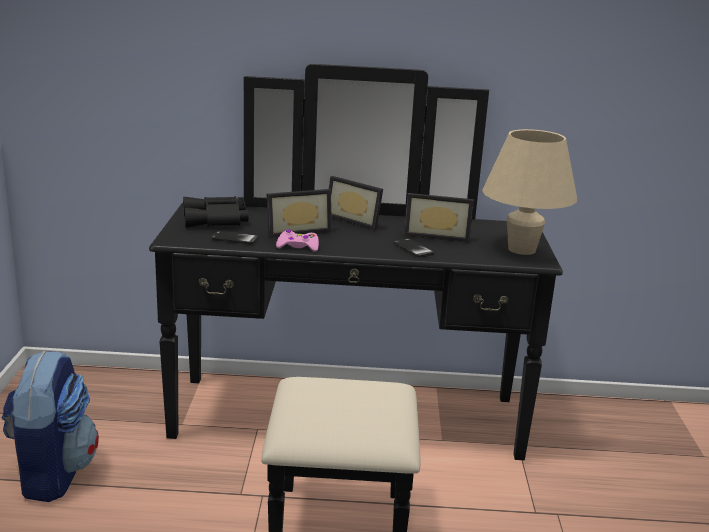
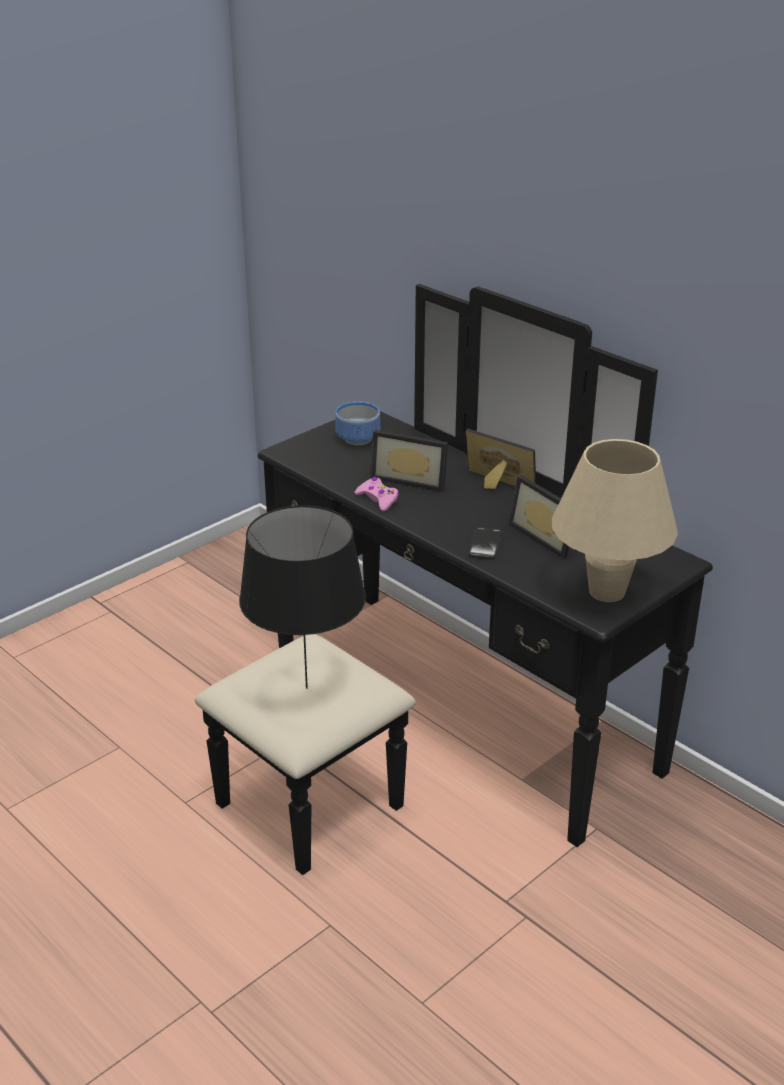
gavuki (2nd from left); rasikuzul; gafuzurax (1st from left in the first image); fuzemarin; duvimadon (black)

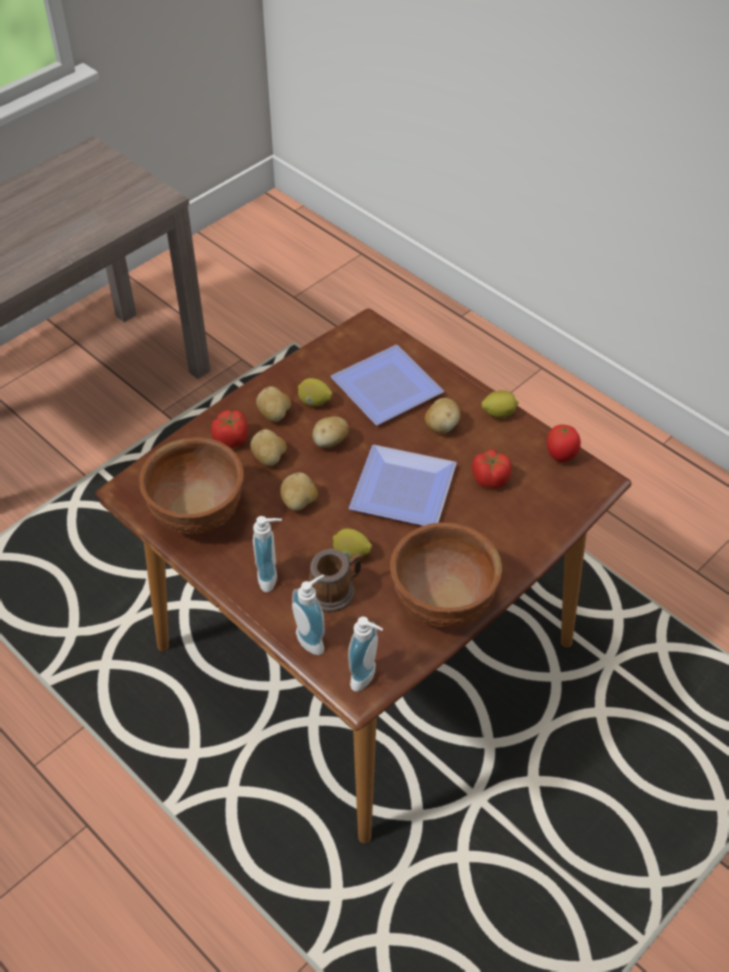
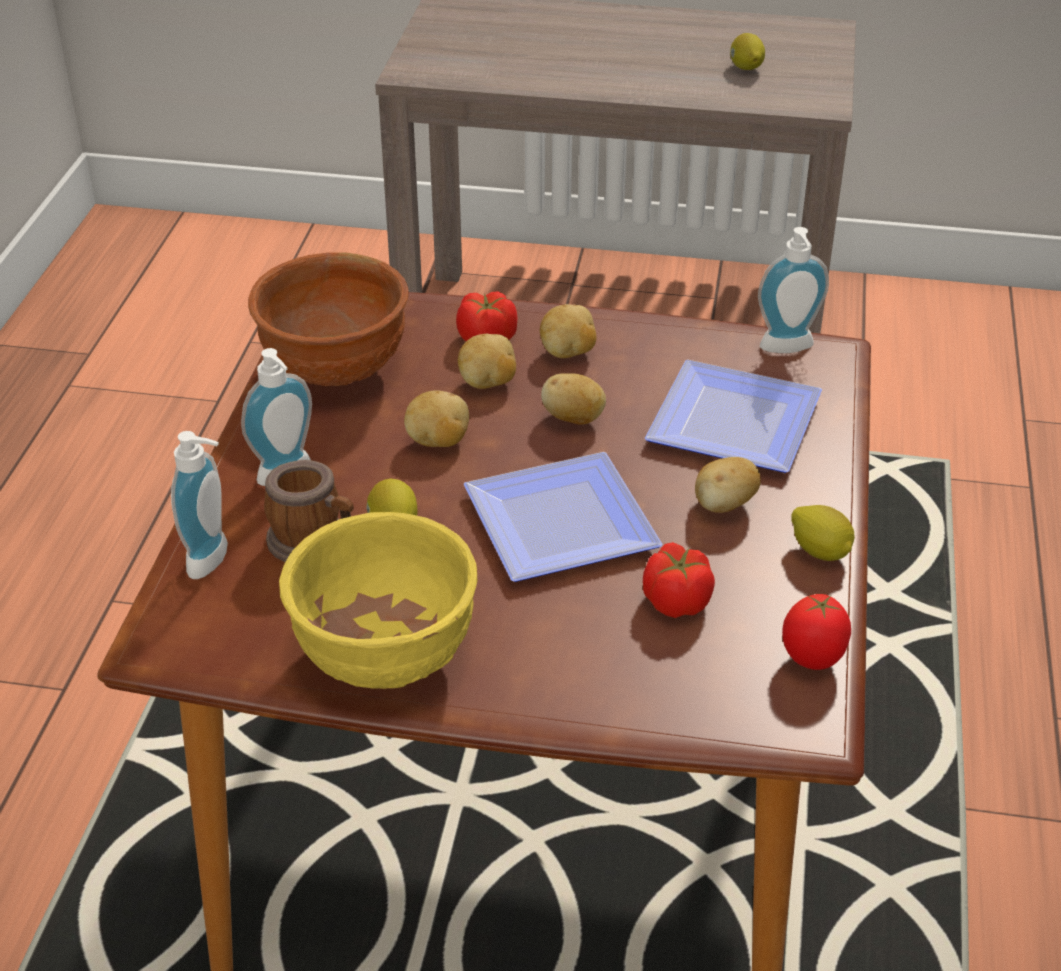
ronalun (2nd from left); rasikuzul (yellow); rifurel (3rd from left)

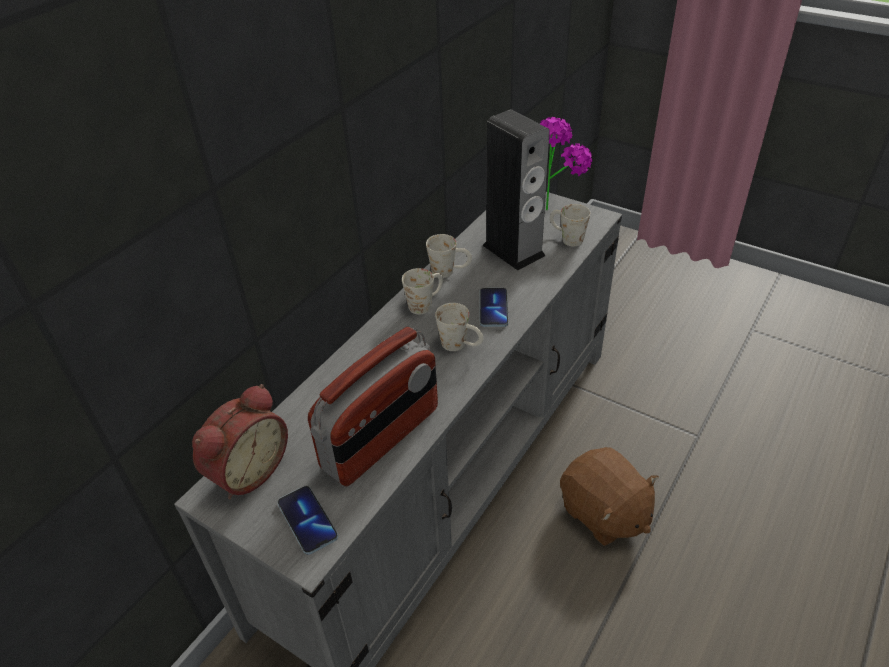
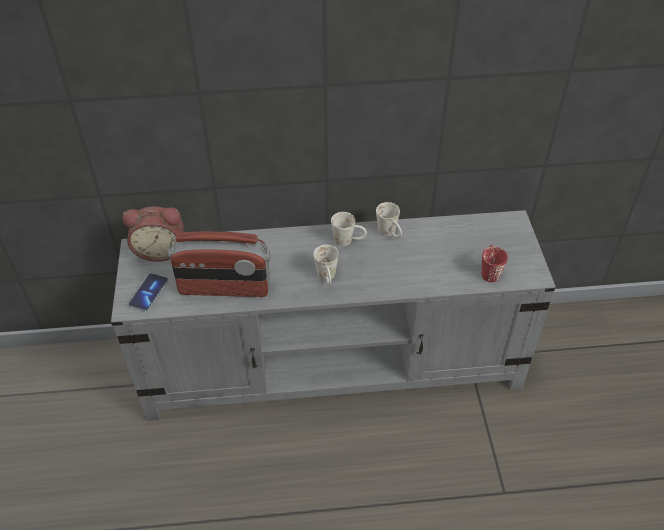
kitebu; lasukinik; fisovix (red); gafuzurax (2nd from left in the first image); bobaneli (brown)

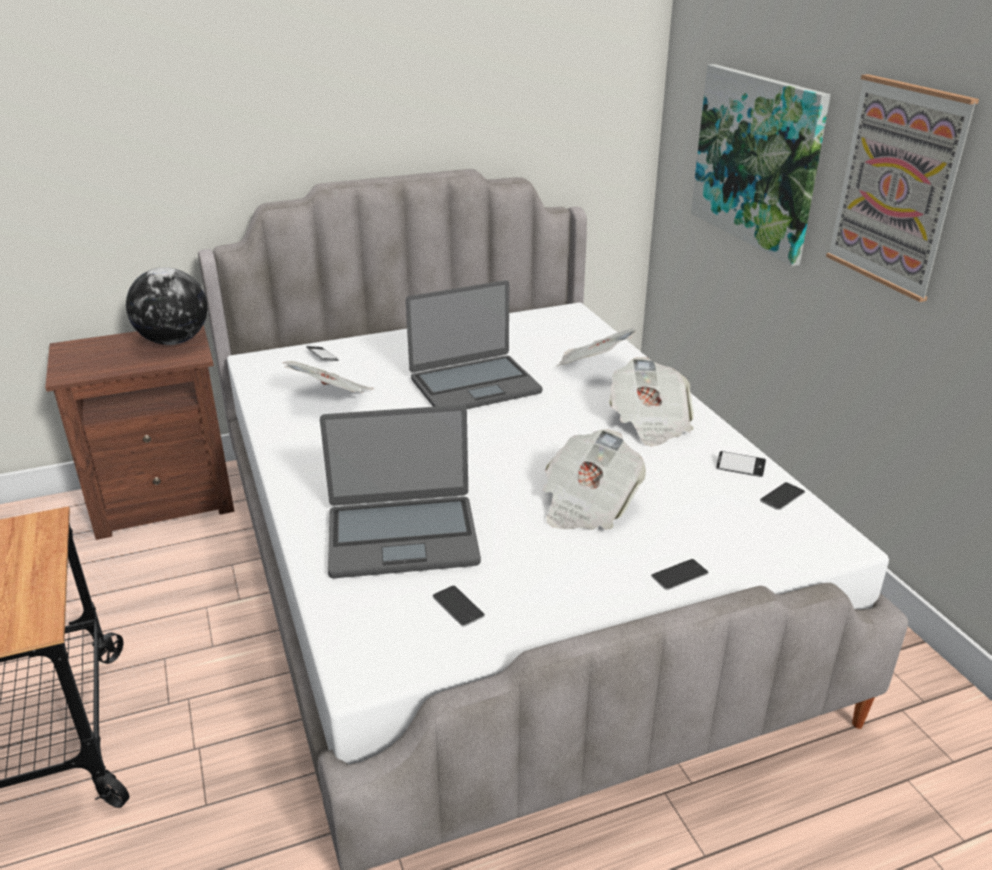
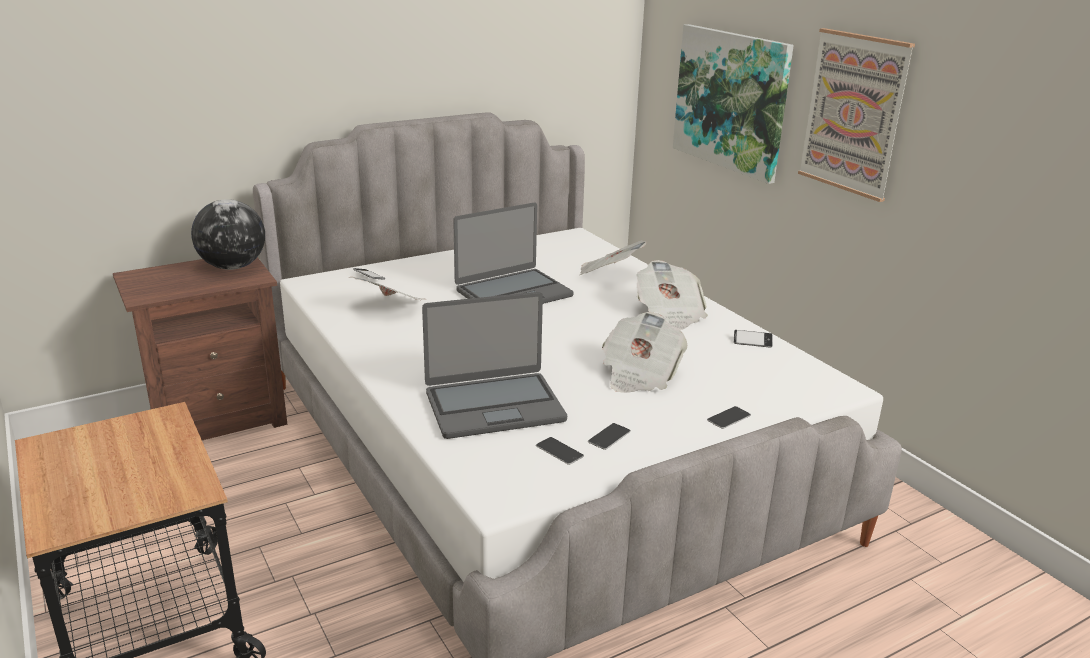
gafuzurax (3rd from left)

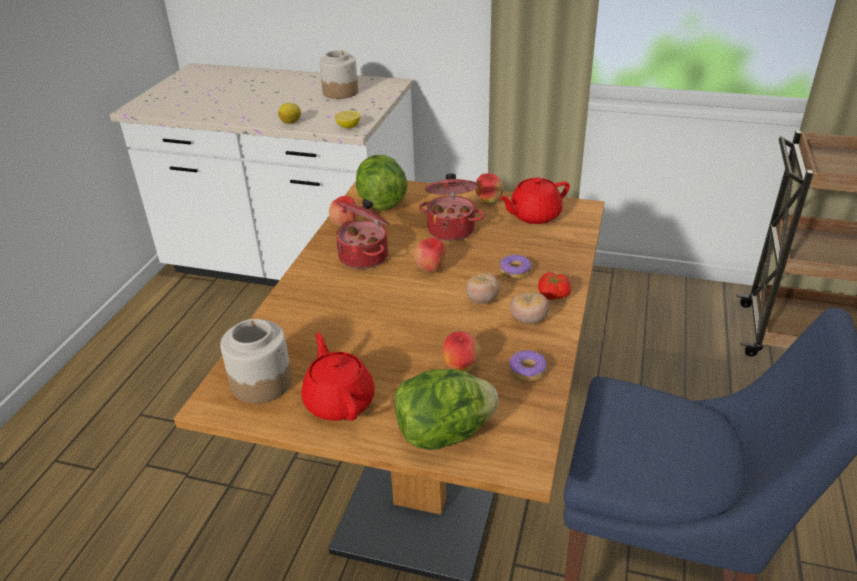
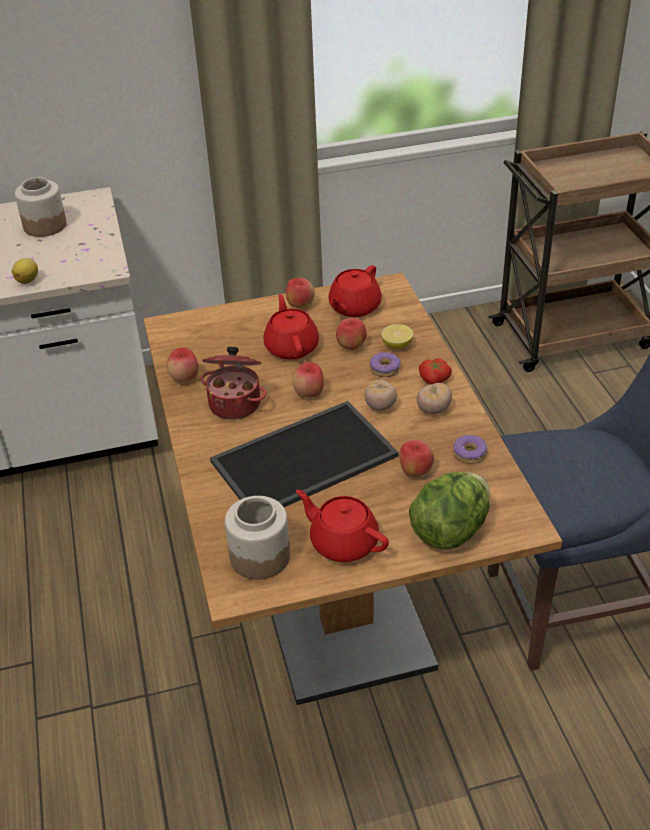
ronalun (2nd from left); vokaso (1st from left in the first image); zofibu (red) (1st from left); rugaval (4th from left); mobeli

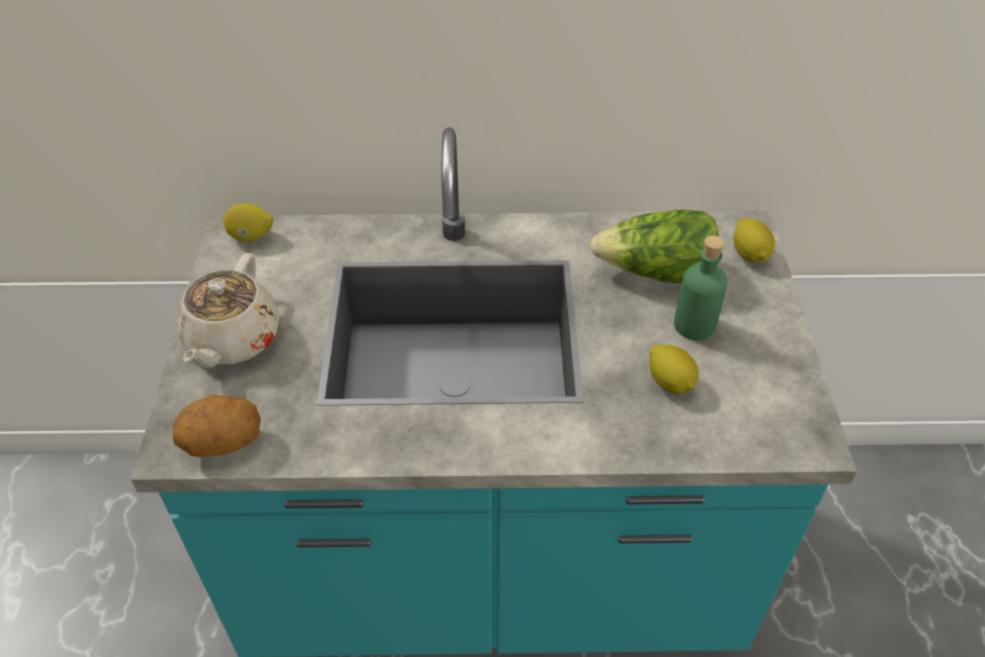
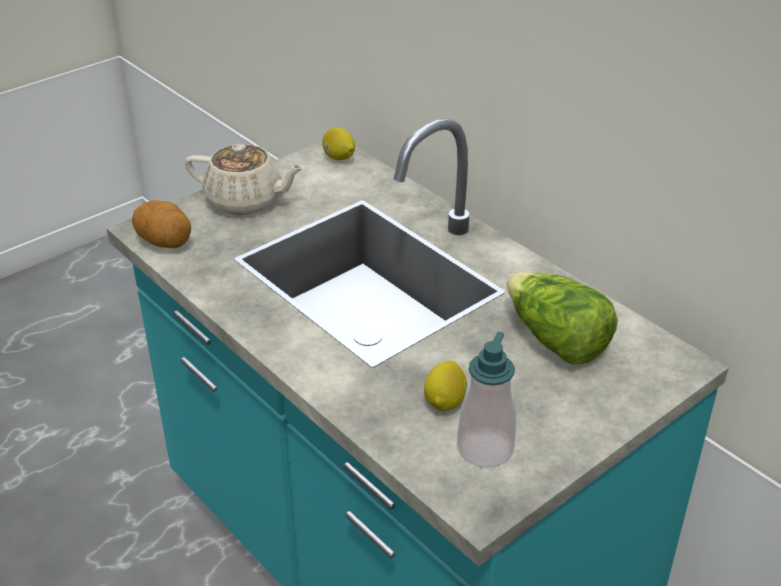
ronalun (3rd from left in the first image); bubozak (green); zofibu (beige); rifurel

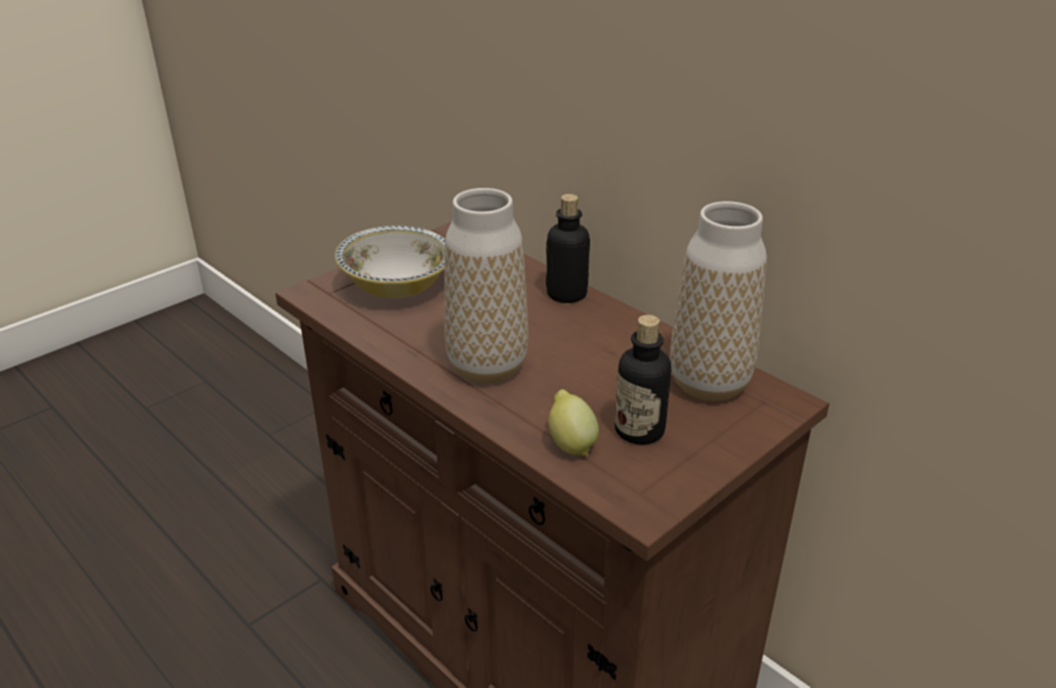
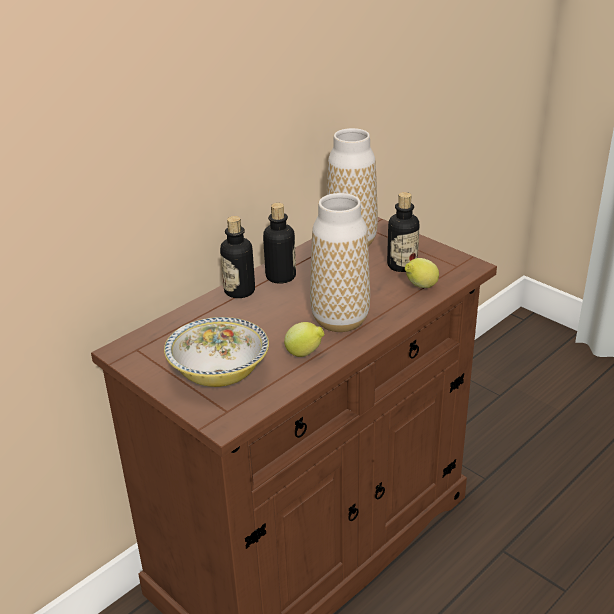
bubozak (2nd from left); ronalun (1st from left)

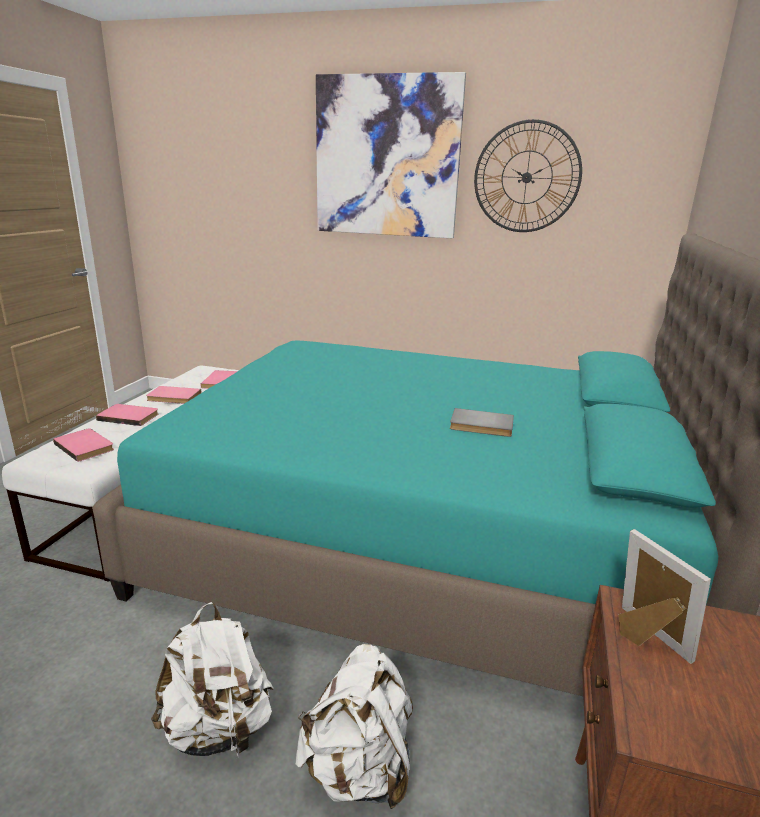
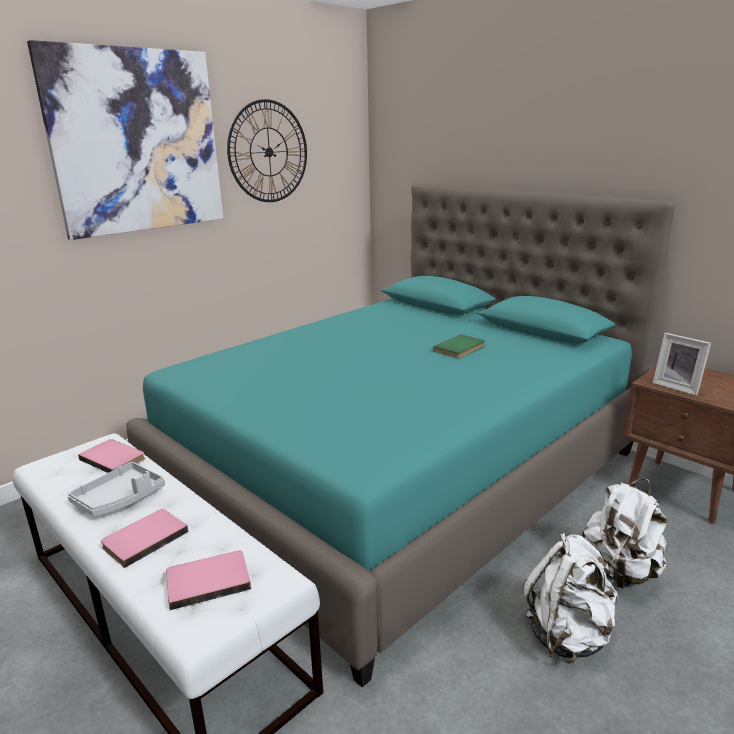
mobeli (grey); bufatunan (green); gavuki

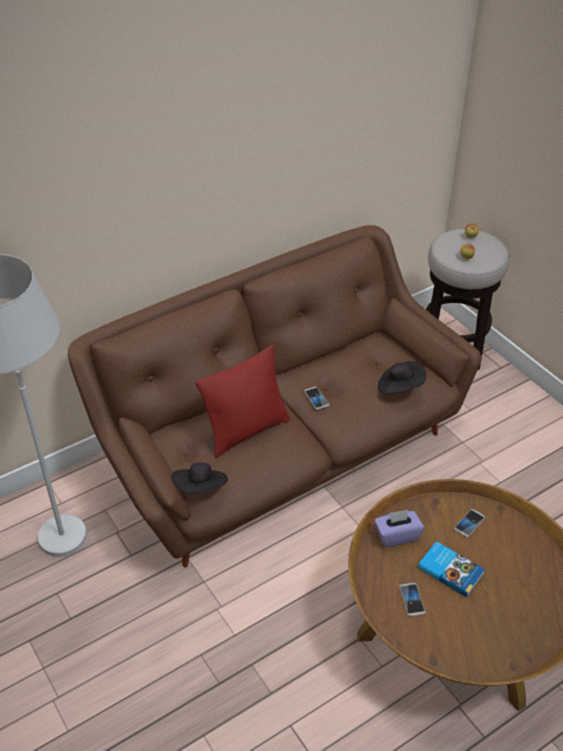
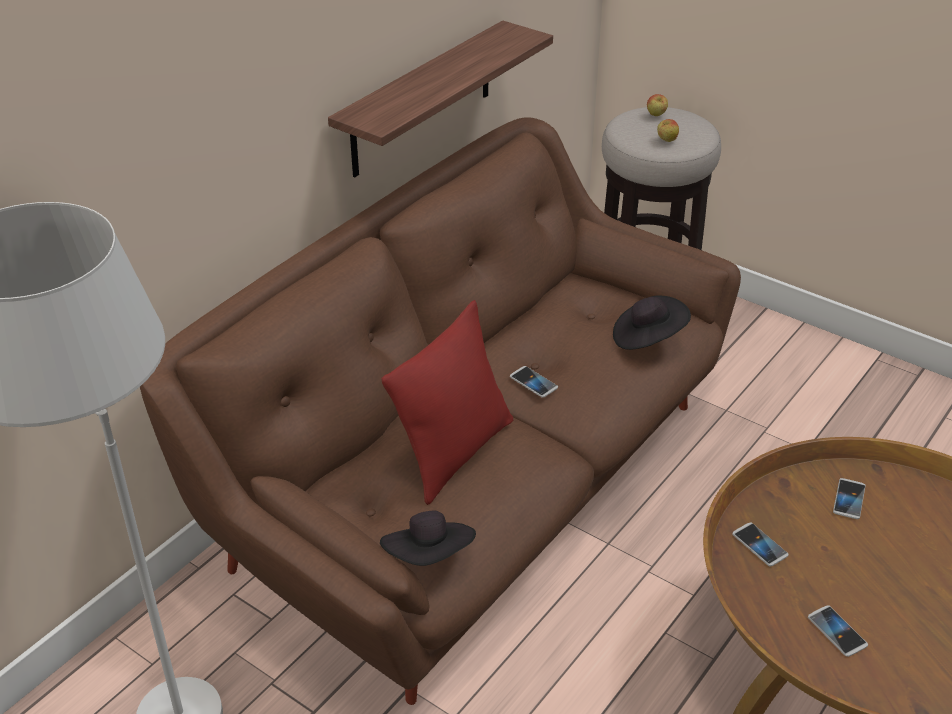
gafuzurax (2nd from left); bufatunan; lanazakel

